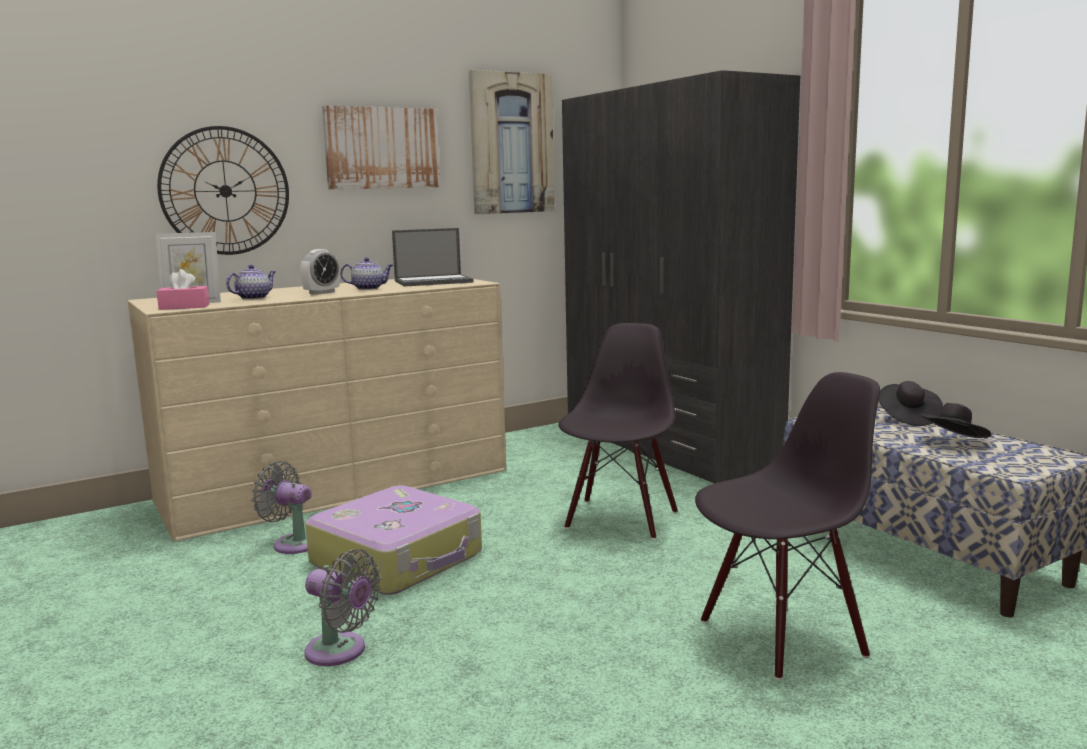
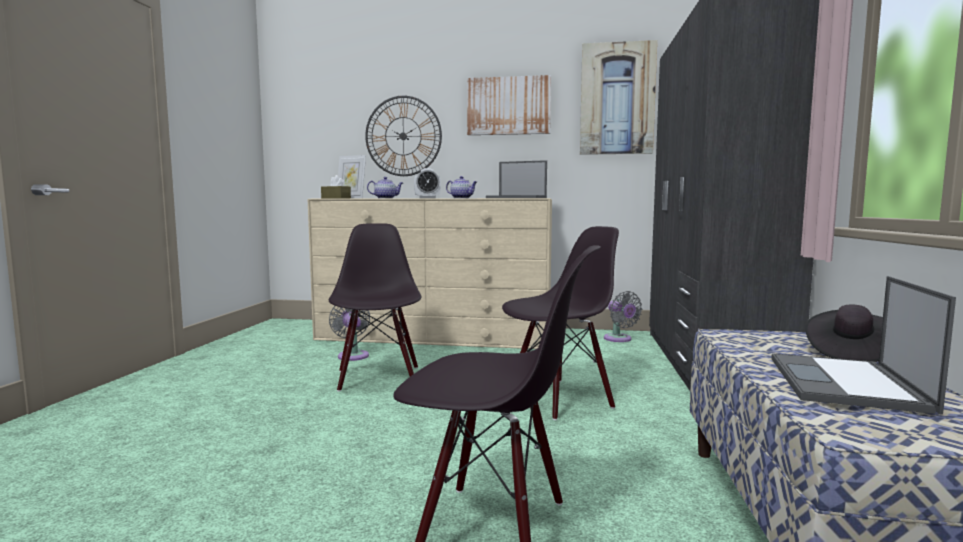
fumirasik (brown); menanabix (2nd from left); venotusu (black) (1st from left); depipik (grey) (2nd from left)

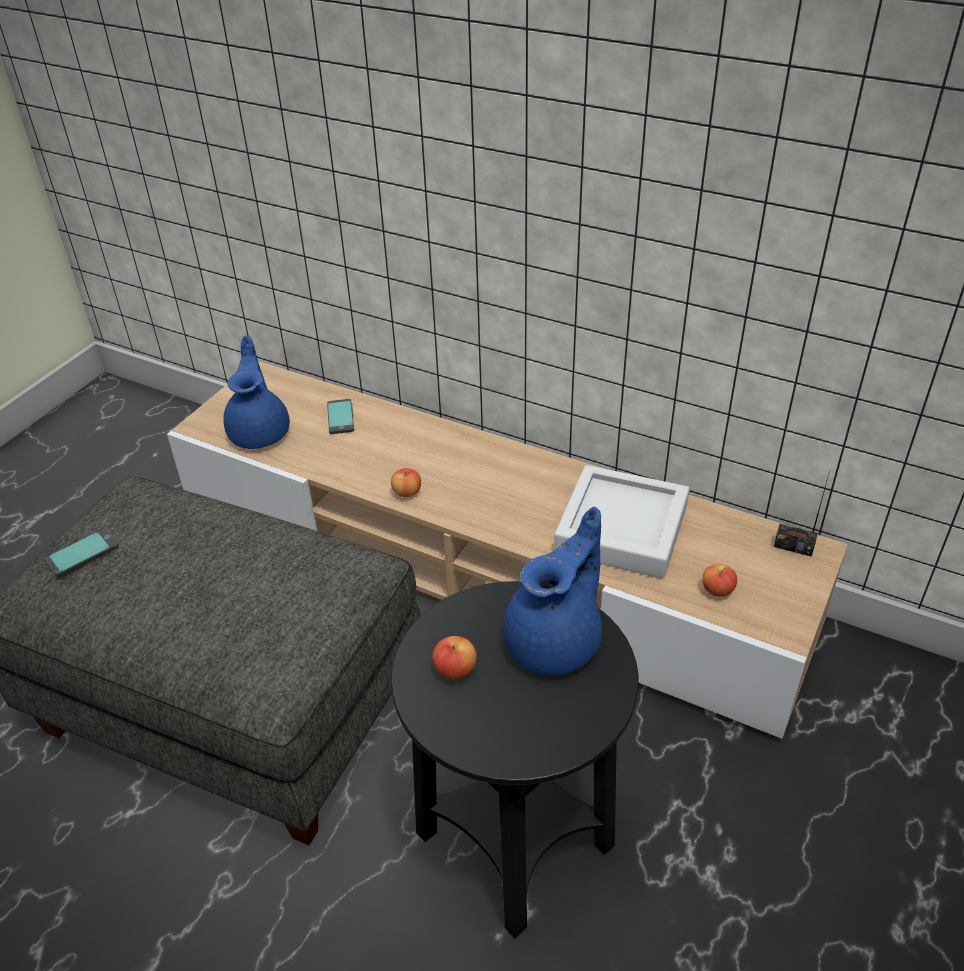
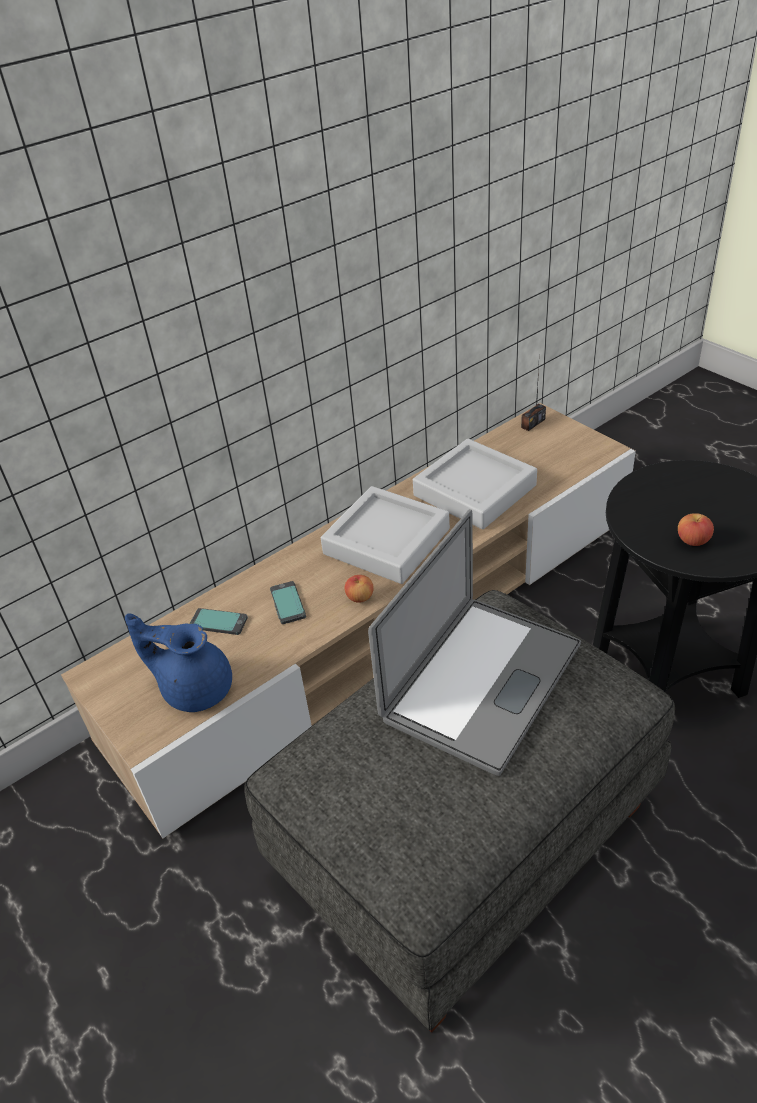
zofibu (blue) (2nd from left in the first image); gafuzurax (2nd from left); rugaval (3rd from left in the first image); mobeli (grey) (1st from left); menanabix

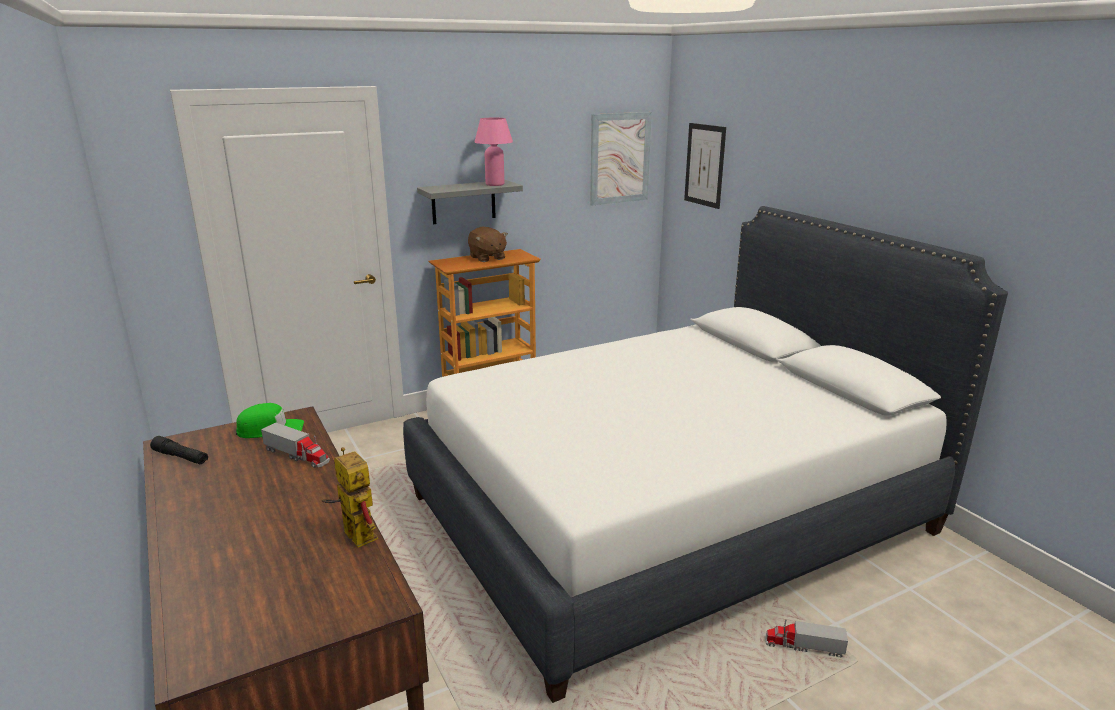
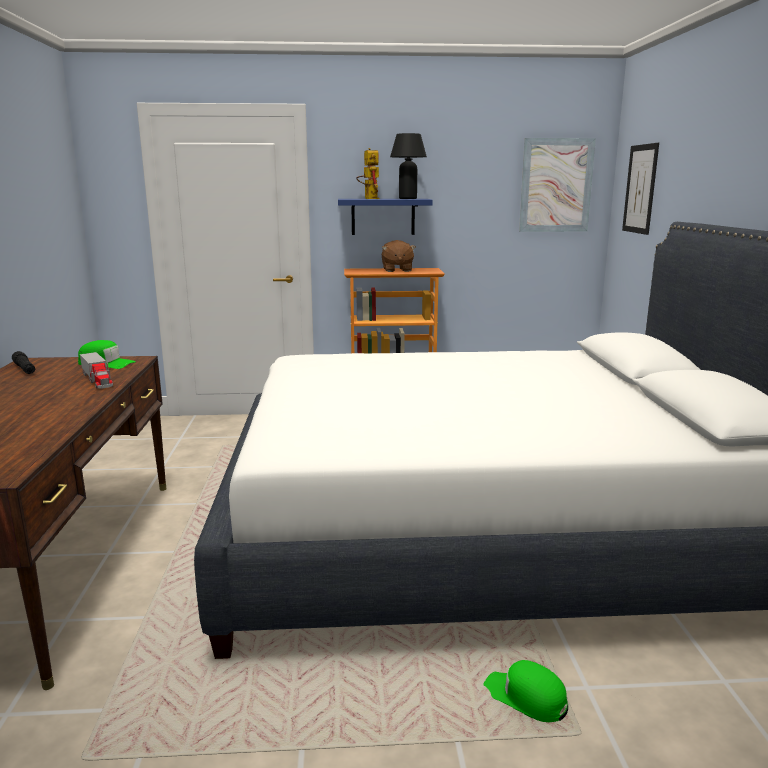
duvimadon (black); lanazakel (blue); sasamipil; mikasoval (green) (2nd from left)

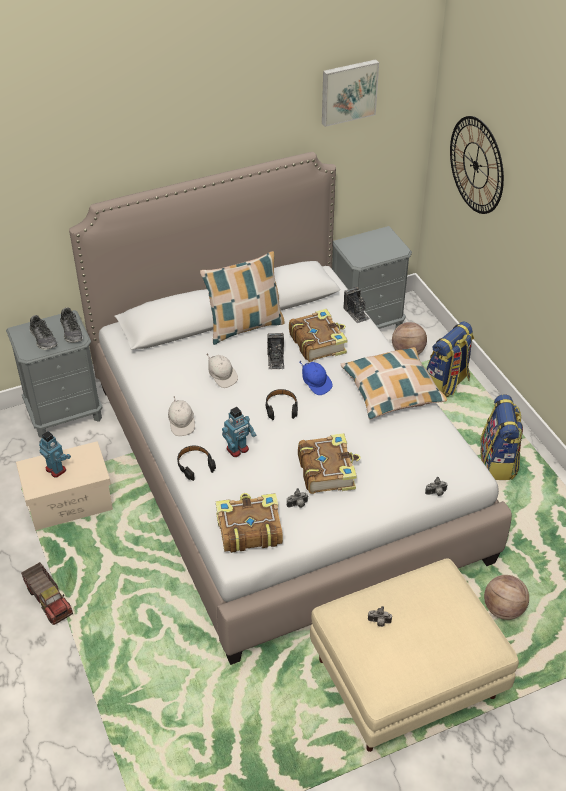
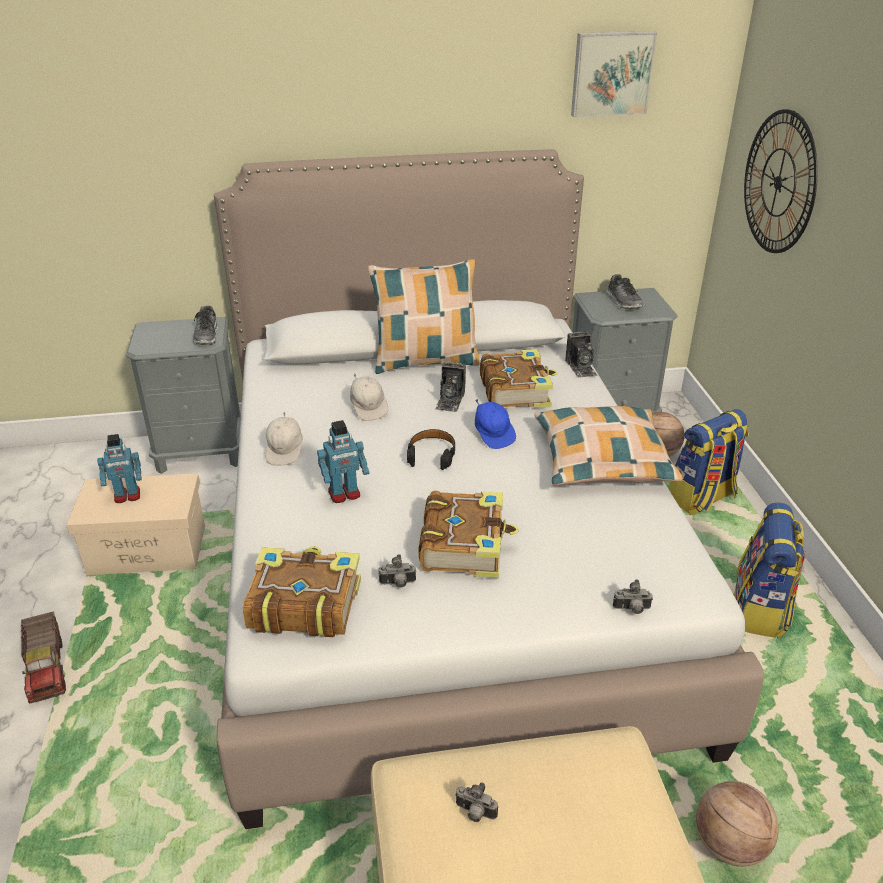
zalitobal (2nd from left); sasamipil (1st from left); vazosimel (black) (1st from left in the first image)

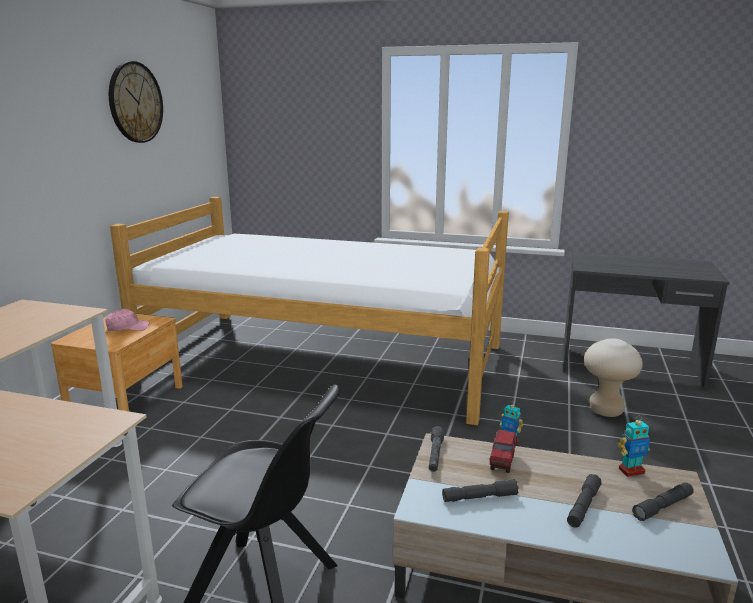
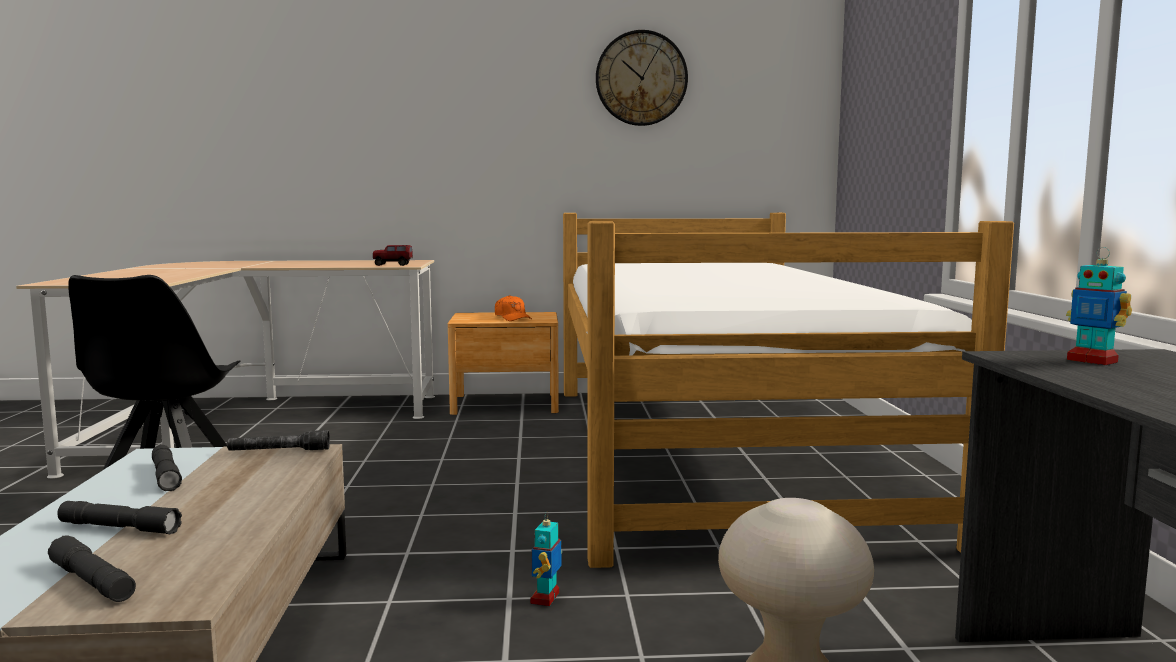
mikasoval (orange); sasamipil (2nd from left); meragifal

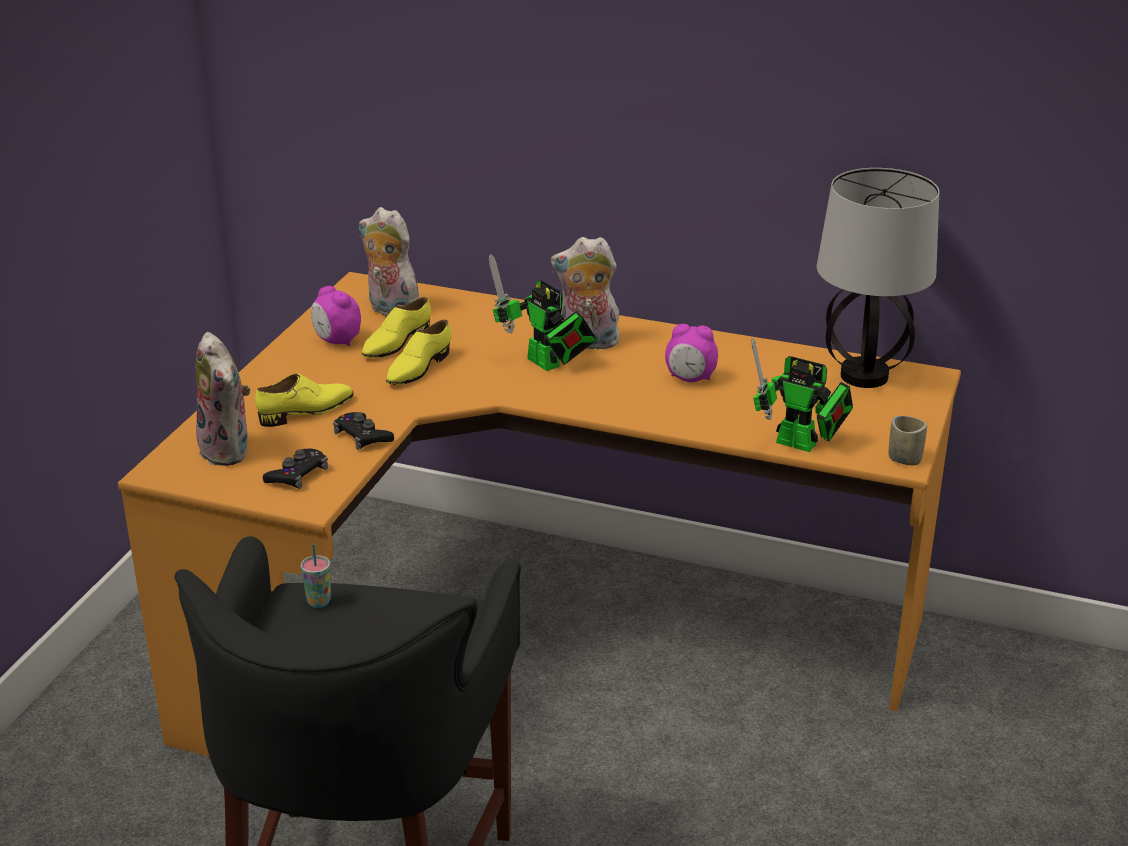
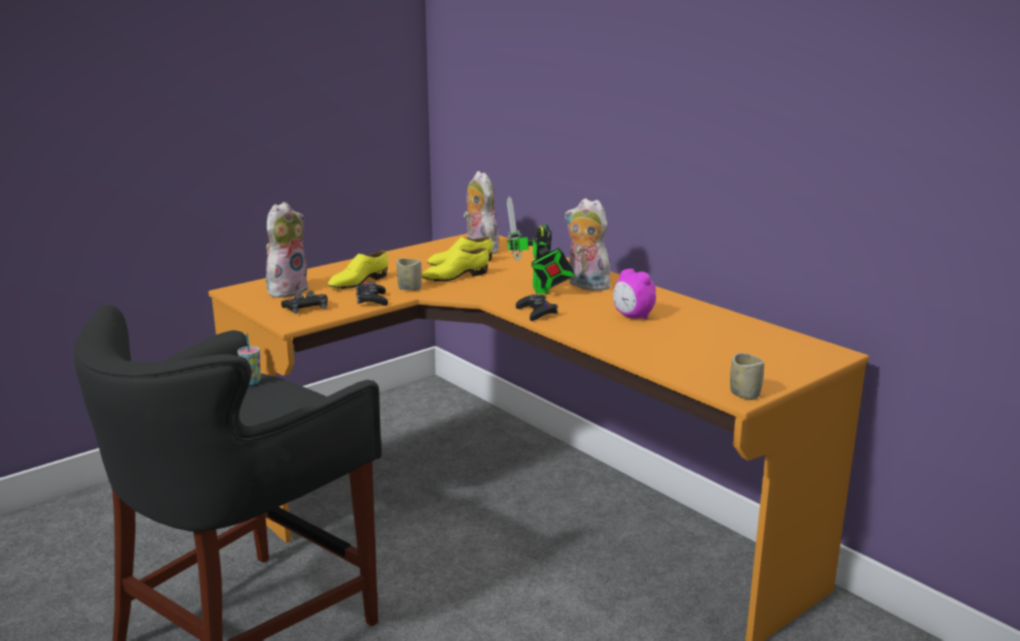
duvimadon; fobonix (1st from left in the first image); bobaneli (1st from left); sasamipil (2nd from left in the first image); zalitobal (yellow) (1st from left); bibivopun (2nd from left); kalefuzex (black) (3rd from left)

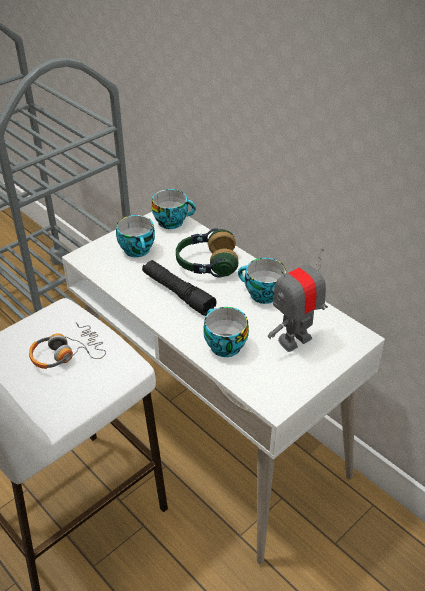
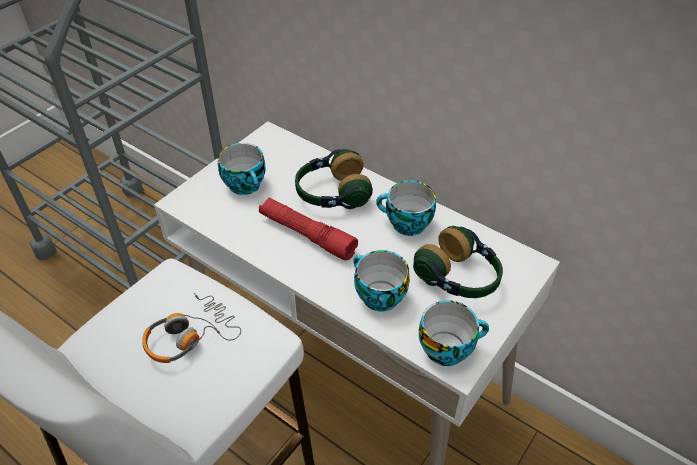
bibivopun (4th from left); vazosimel (3rd from left); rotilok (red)

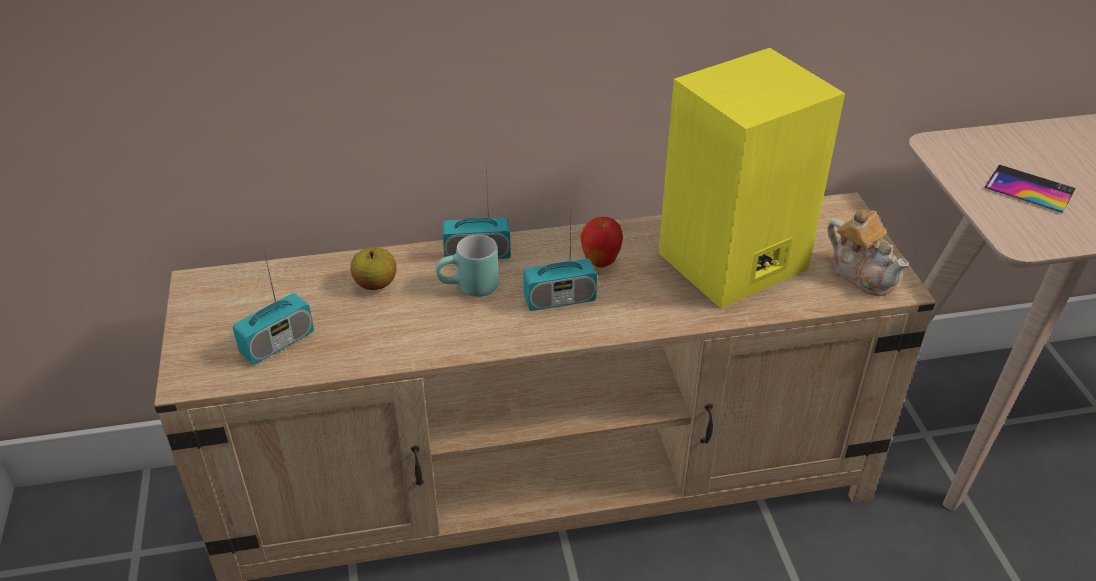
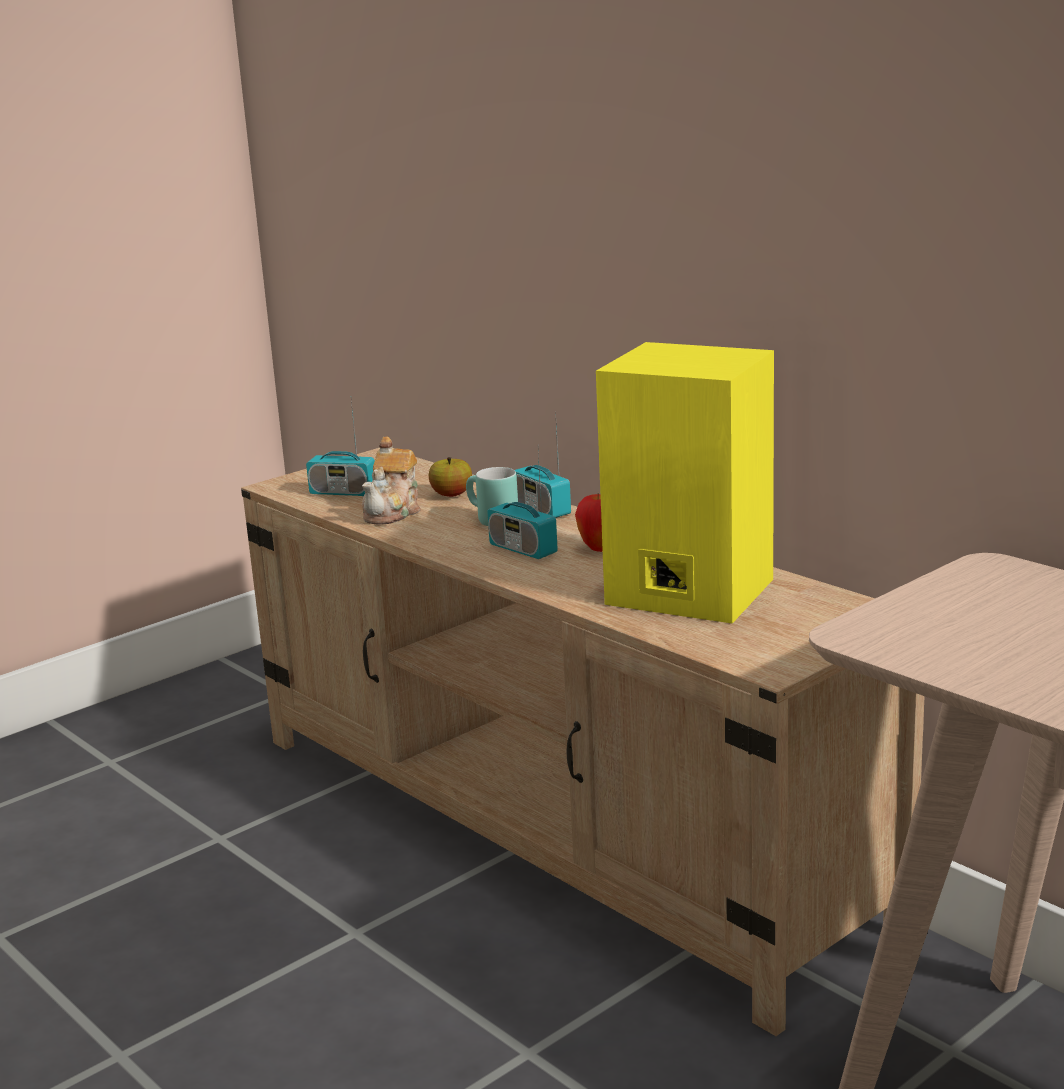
gafuzurax; zofibu

